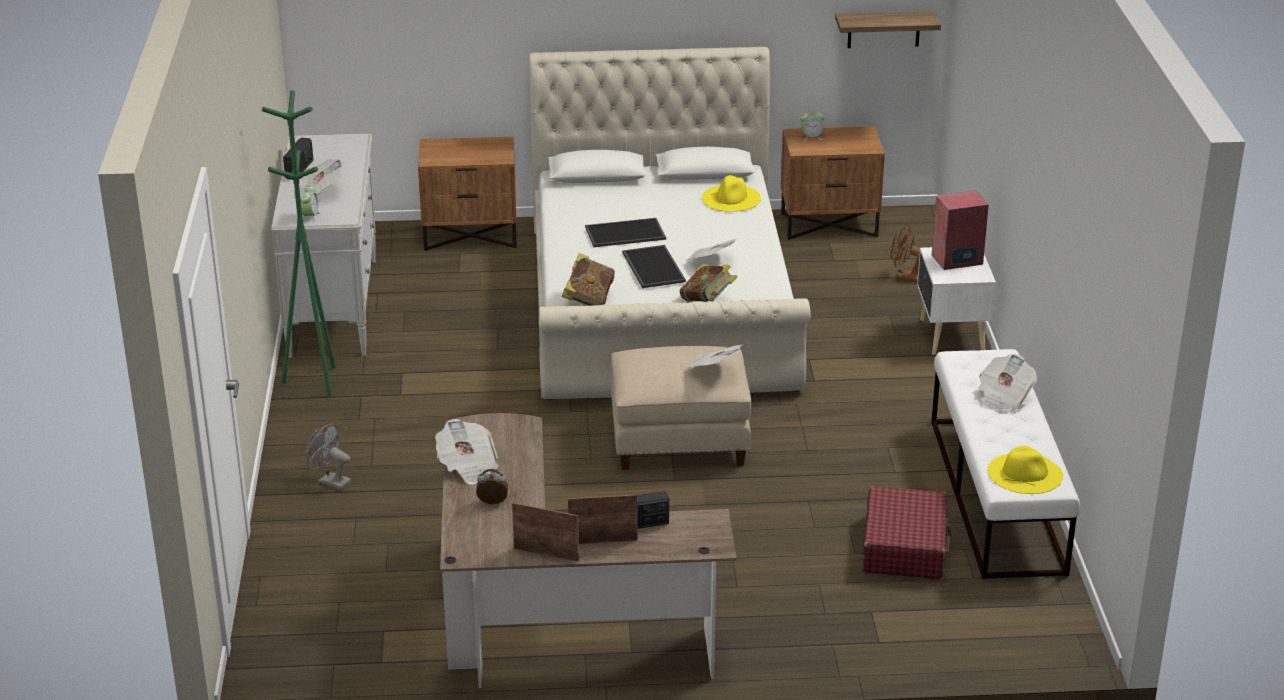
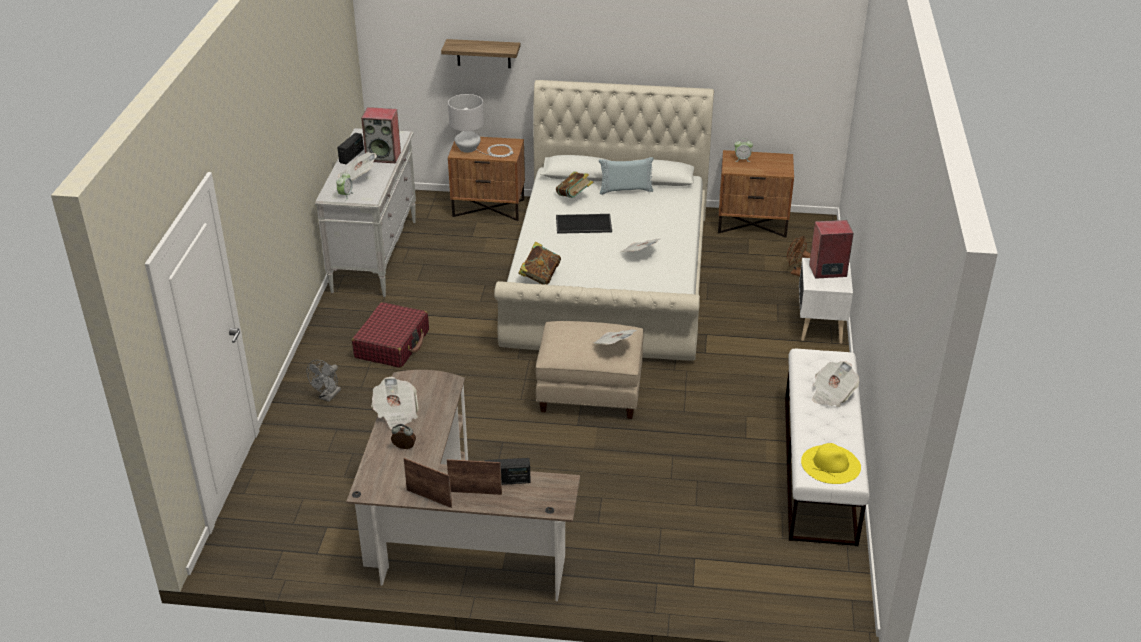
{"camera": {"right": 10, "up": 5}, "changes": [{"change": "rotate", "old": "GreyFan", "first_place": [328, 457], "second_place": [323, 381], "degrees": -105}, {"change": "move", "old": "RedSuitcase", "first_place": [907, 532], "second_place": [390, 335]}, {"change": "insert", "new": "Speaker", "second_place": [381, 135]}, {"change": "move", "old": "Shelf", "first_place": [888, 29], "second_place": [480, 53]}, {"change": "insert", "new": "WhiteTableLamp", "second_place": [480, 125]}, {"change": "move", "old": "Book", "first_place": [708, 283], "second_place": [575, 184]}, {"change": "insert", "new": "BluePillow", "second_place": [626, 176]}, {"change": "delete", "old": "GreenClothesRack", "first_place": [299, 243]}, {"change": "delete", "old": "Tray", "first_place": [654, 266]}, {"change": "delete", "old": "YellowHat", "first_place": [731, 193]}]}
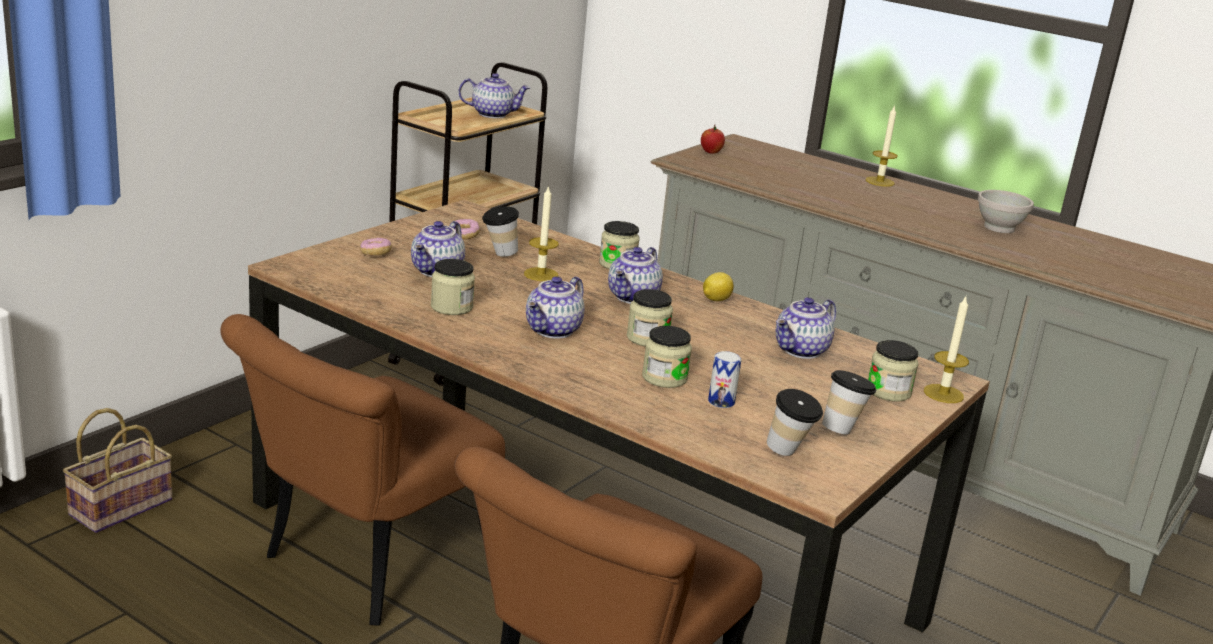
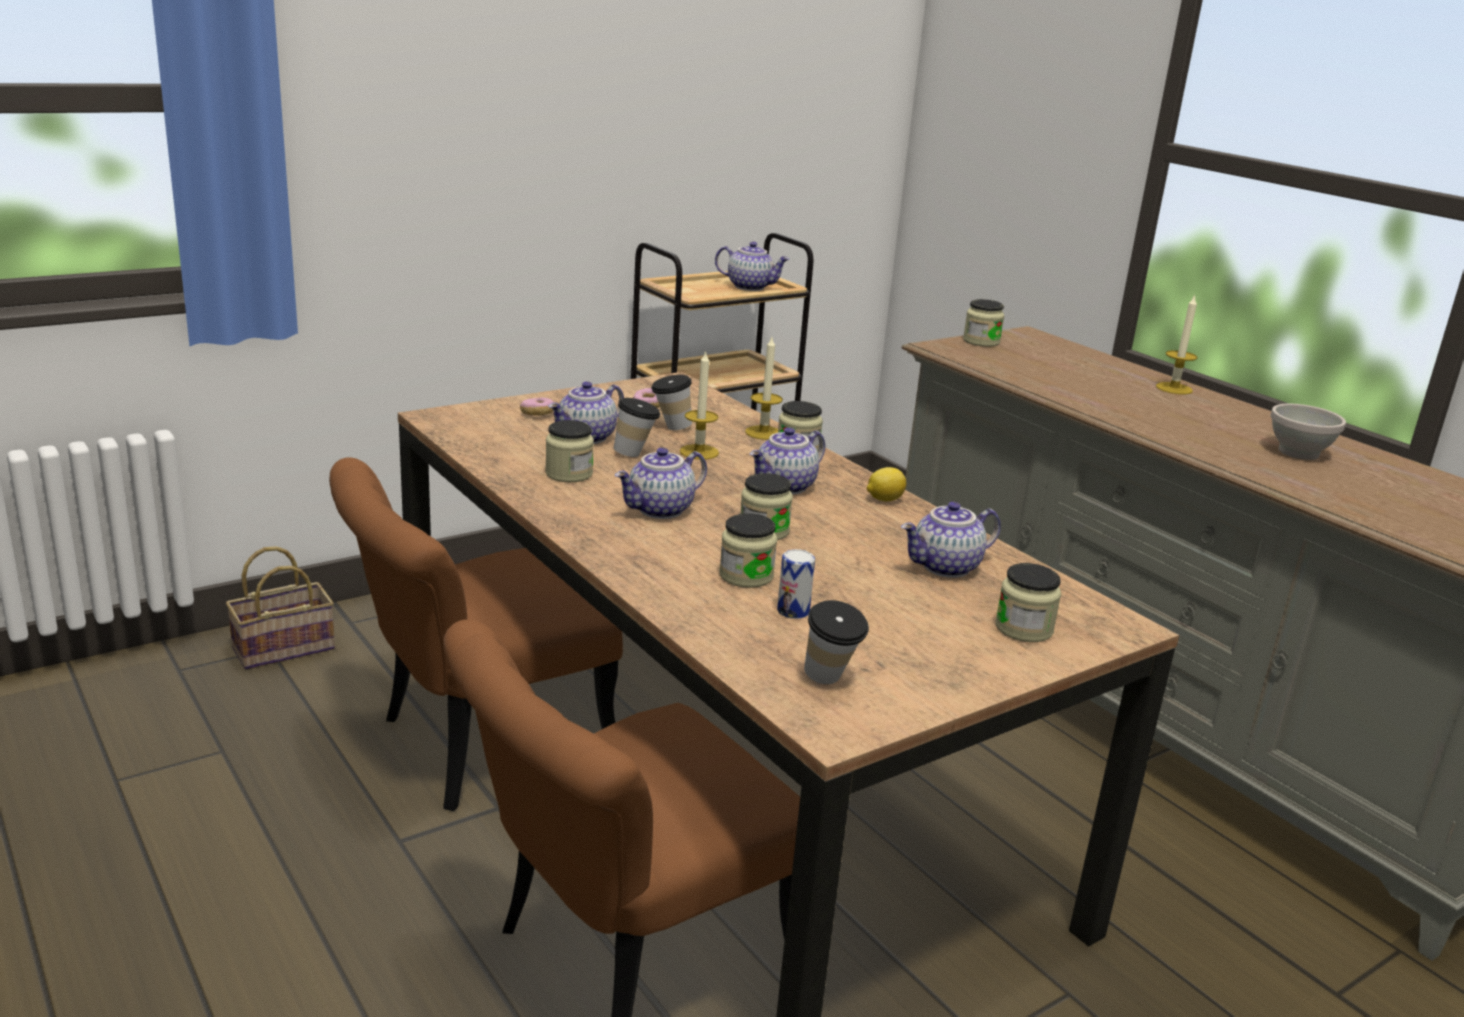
{"camera": {"right": 20, "up": 0}, "changes": [{"change": "move", "old": "Cup", "first_place": [849, 402], "second_place": [637, 427]}, {"change": "move", "old": "Candle", "first_place": [946, 350], "second_place": [764, 388]}, {"change": "replace", "old": "Apple", "new": "Jar", "first_place": [713, 139], "second_place": [983, 323]}]}
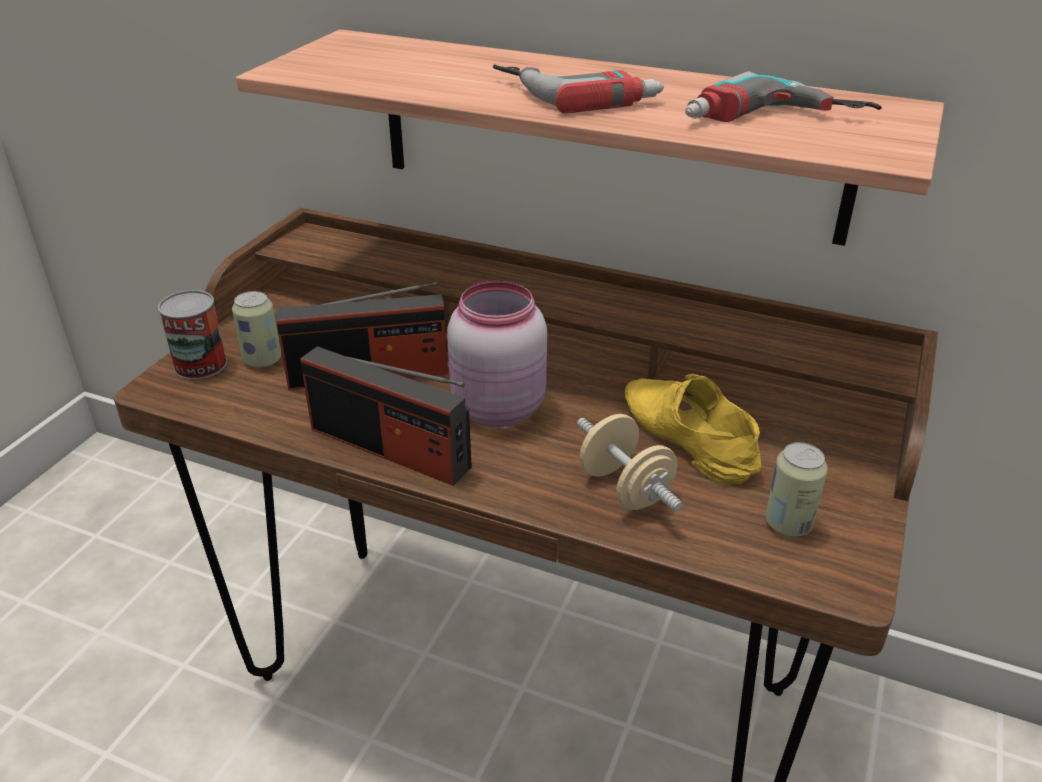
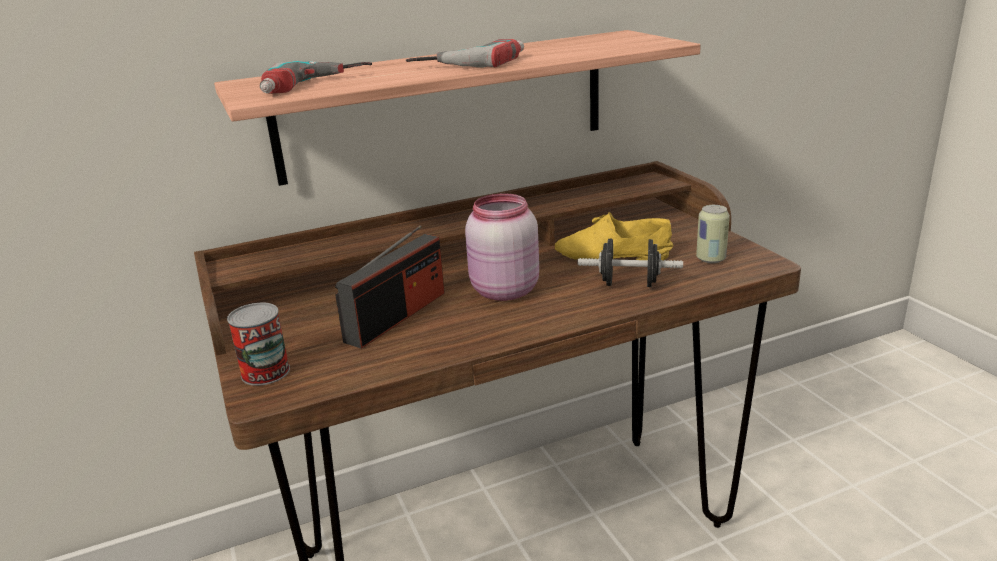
{"camera": {"right": -45, "up": -10}, "changes": [{"change": "move", "old": "PowerDrill", "first_place": [783, 96], "second_place": [316, 77]}, {"change": "recolor", "old": "BeigeDumbbell", "new": "BlackDumbbell", "first_place": [630, 462], "second_place": [630, 262]}, {"change": "delete", "old": "Can", "first_place": [256, 329]}, {"change": "delete", "old": "Radio", "first_place": [386, 416]}]}
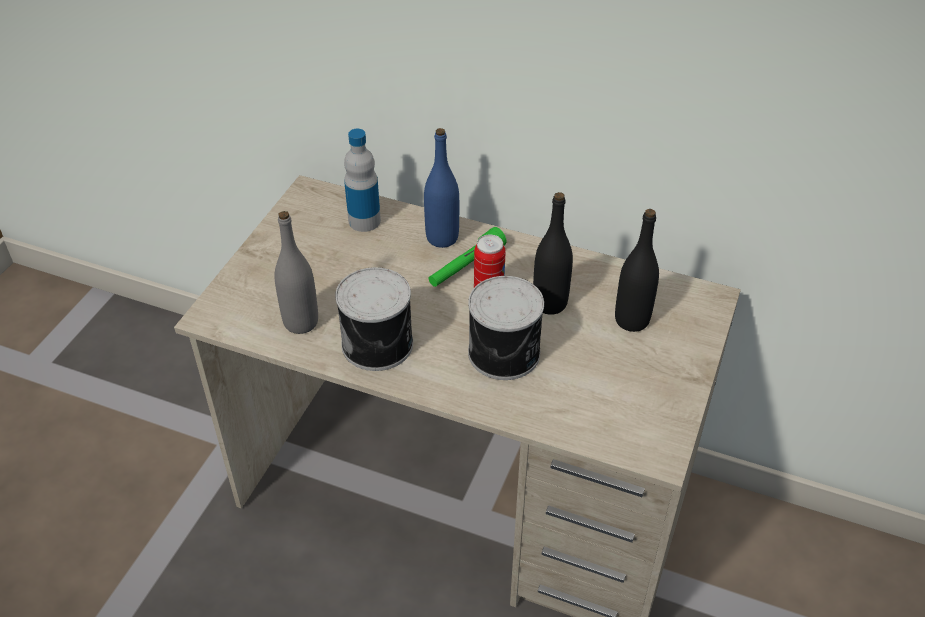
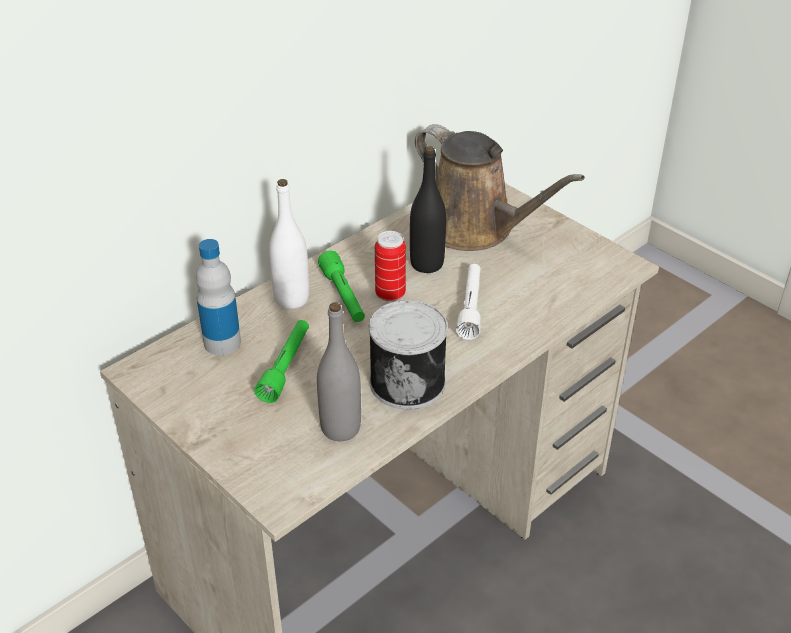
{"camera": {"right": -65, "up": -5}, "changes": [{"change": "insert", "new": "GreenFlashlight", "second_place": [281, 361]}, {"change": "recolor", "old": "BlueBottle", "new": "WhiteBottle", "first_place": [441, 188], "second_place": [289, 244]}, {"change": "replace", "old": "BlackBottle", "new": "BrownWateringCan", "first_place": [637, 270], "second_place": [500, 187]}, {"change": "replace", "old": "Can", "new": "WhiteFlashlight", "first_place": [506, 328], "second_place": [468, 302]}]}
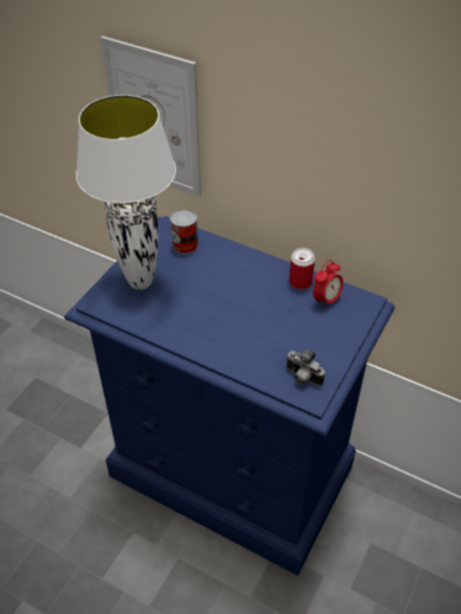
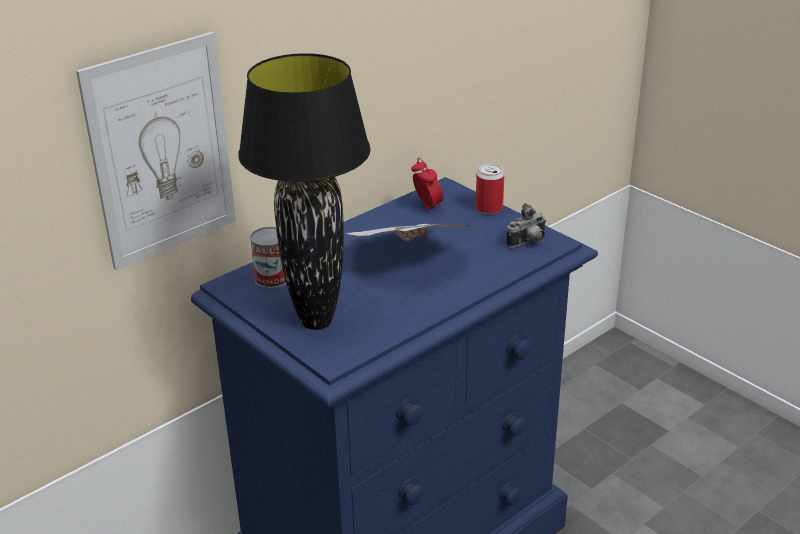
{"camera": {"right": -70, "up": -15}, "changes": [{"change": "recolor", "old": "WhiteTableLamp", "new": "BlackTableLamp", "first_place": [126, 192], "second_place": [304, 191]}, {"change": "insert", "new": "Newspaper", "second_place": [407, 232]}, {"change": "move", "old": "Can", "first_place": [302, 269], "second_place": [490, 189]}]}
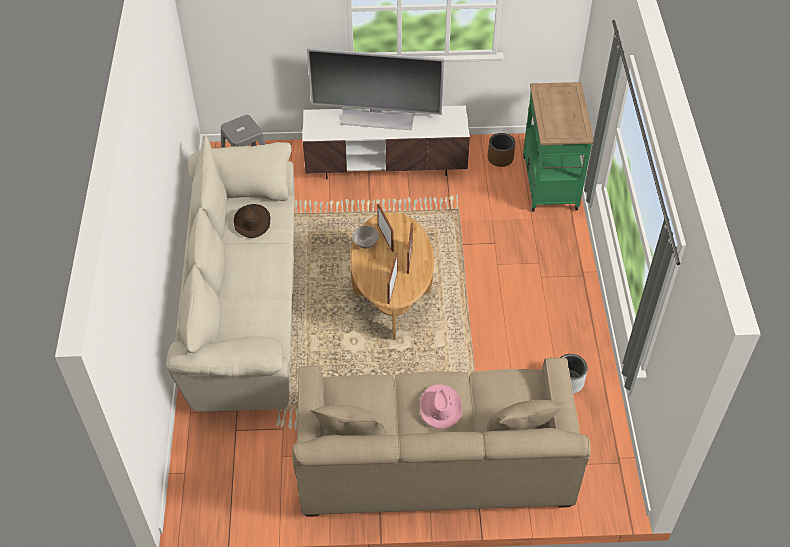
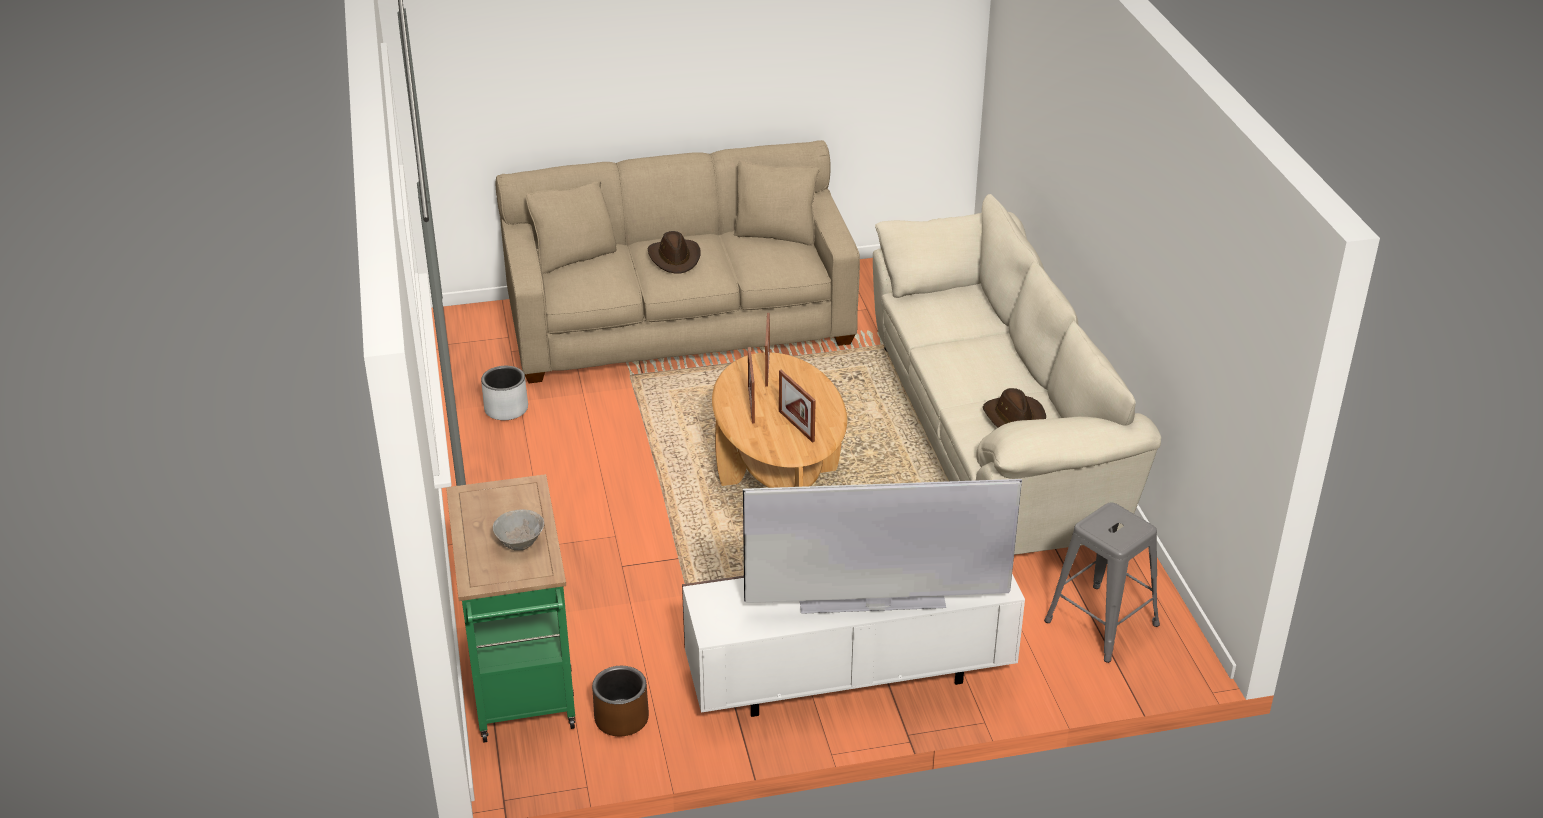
{"camera": {"right": 170, "up": -15}, "changes": [{"change": "move", "old": "GreyBowl", "first_place": [365, 237], "second_place": [518, 530]}, {"change": "recolor", "old": "PinkHat", "new": "BrownHat", "first_place": [441, 406], "second_place": [674, 252]}]}
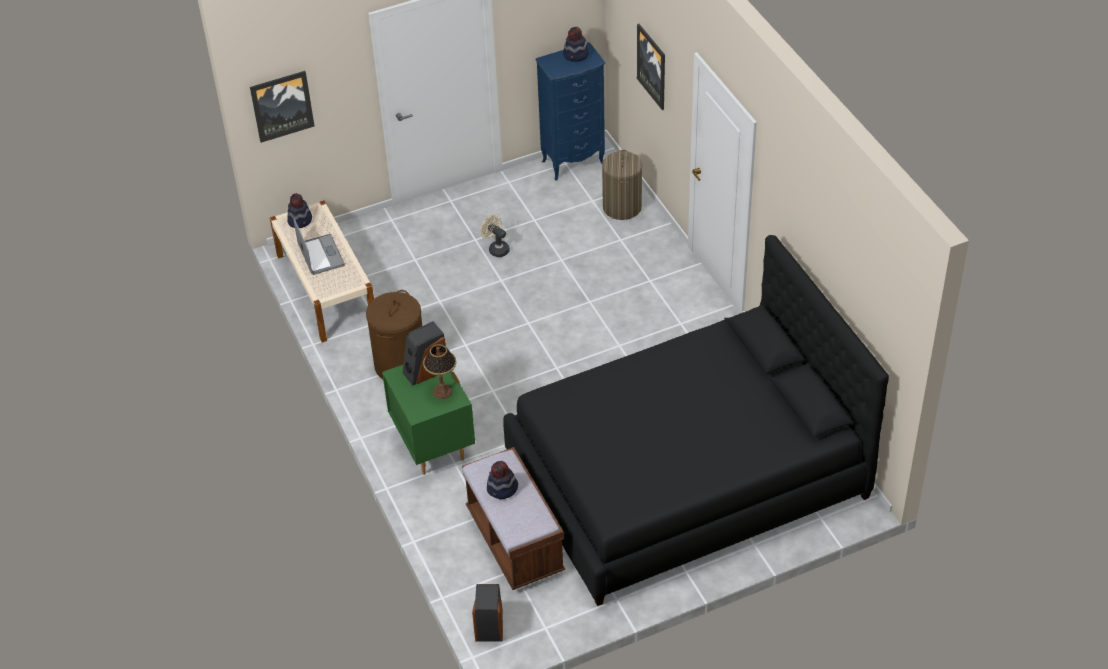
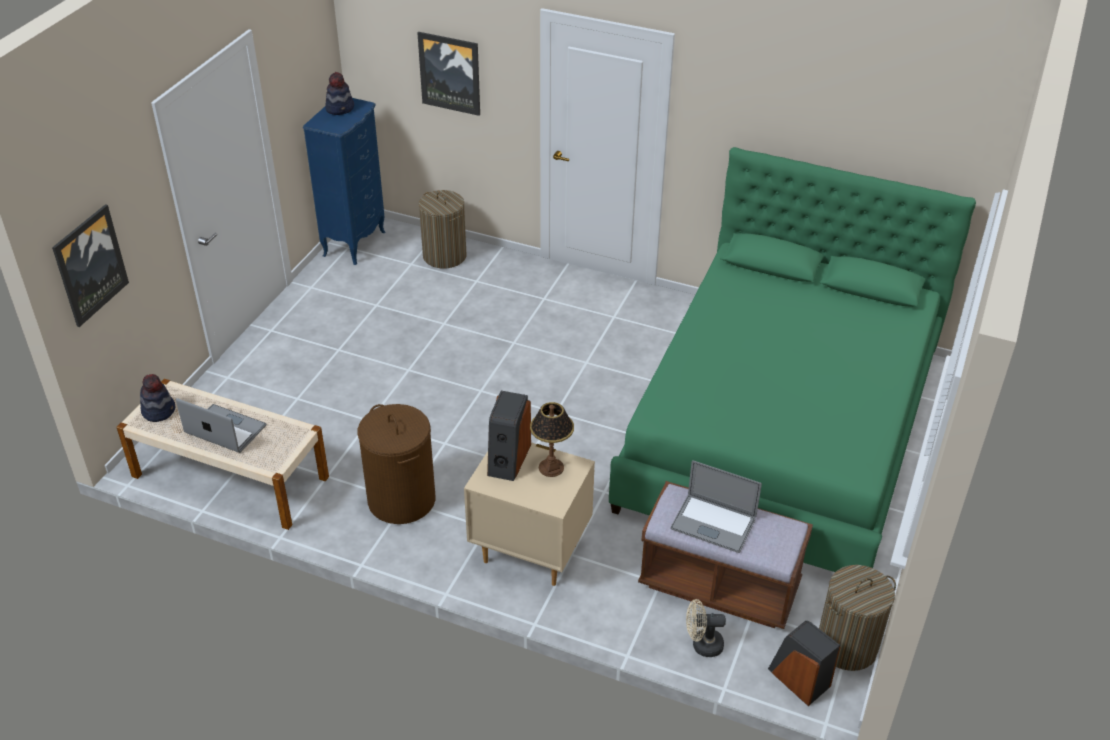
{"camera": {"right": -45, "up": -5}, "changes": [{"change": "recolor", "old": "GreenNightstand", "new": "BeigeNightstand", "first_place": [428, 420], "second_place": [529, 514]}, {"change": "recolor", "old": "BlackBed", "new": "GreenBed", "first_place": [696, 420], "second_place": [792, 359]}, {"change": "replace", "old": "Hat", "new": "Laptop", "first_place": [502, 480], "second_place": [716, 506]}, {"change": "move", "old": "BeigeFan", "first_place": [495, 236], "second_place": [706, 628]}, {"change": "insert", "new": "LaundryBasket", "second_place": [857, 618]}]}
